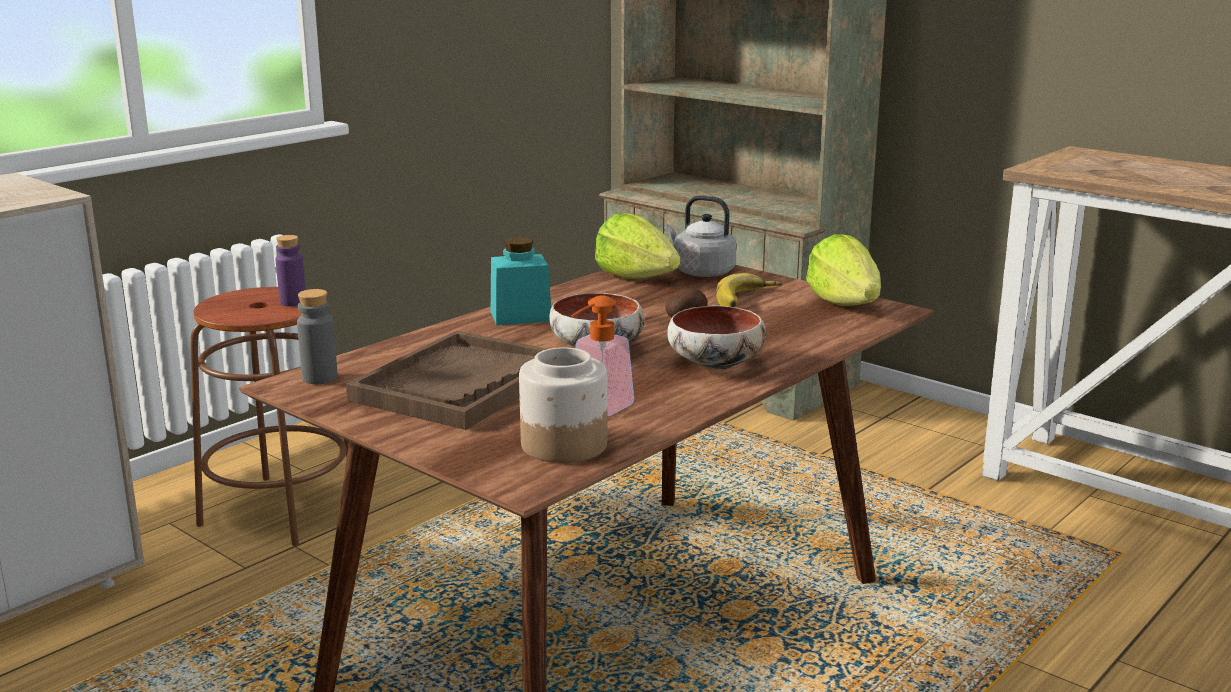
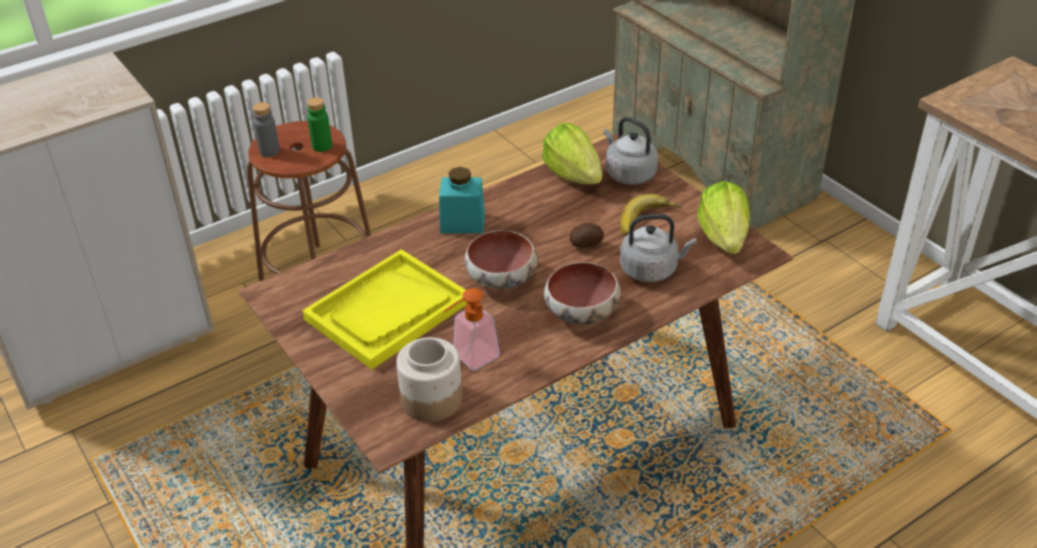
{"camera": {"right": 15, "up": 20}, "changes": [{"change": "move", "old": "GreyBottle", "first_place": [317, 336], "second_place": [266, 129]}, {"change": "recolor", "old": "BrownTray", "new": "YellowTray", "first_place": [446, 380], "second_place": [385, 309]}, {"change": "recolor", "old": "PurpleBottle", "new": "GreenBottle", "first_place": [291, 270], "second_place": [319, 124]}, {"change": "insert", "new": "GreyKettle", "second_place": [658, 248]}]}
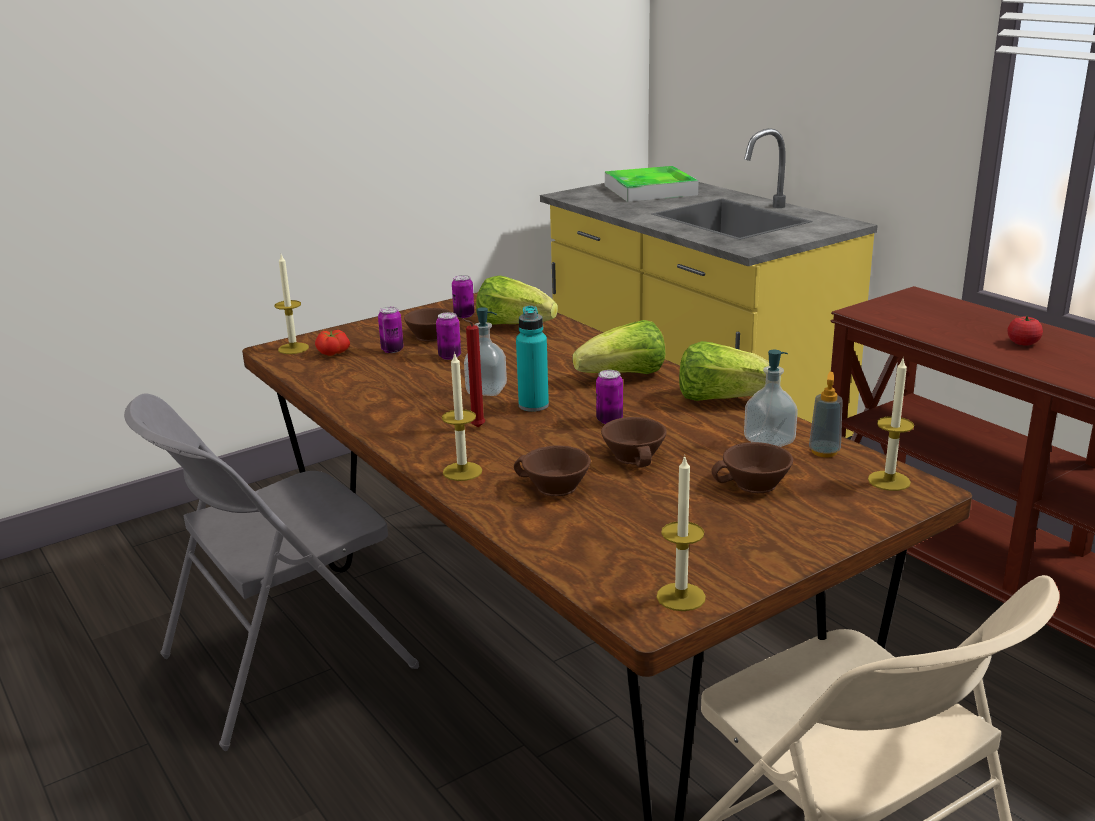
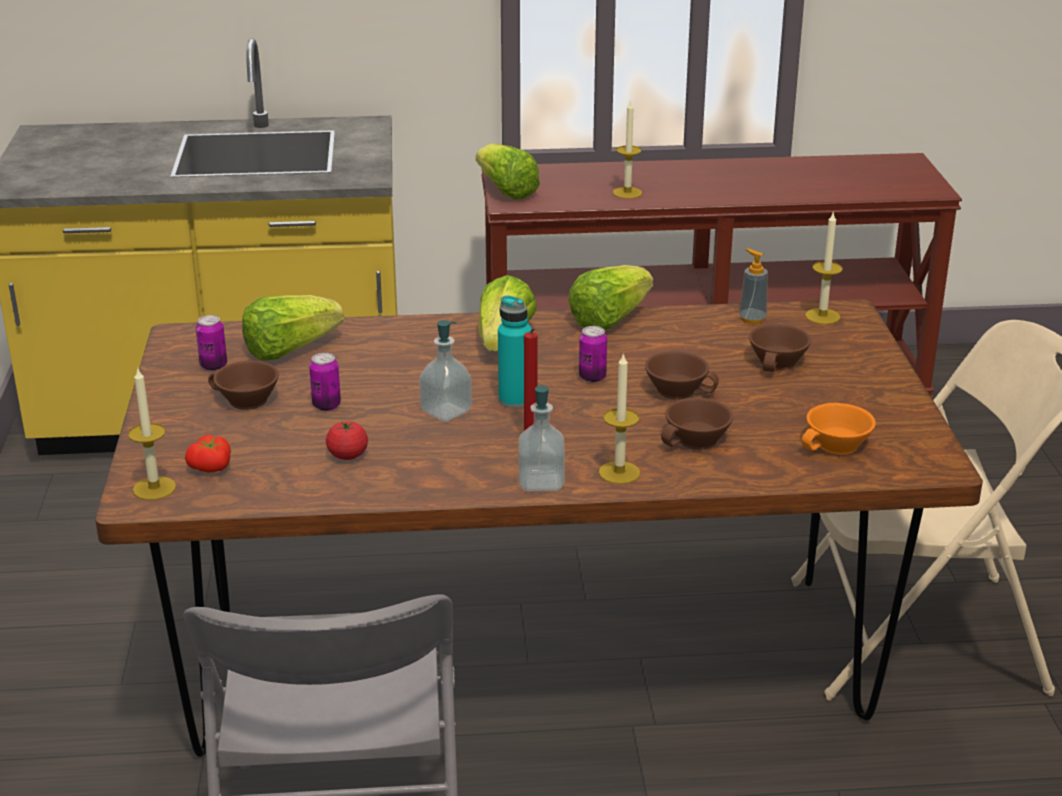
{"camera": {"right": -60, "up": 5}, "changes": [{"change": "move", "old": "Tomato", "first_place": [1025, 330], "second_place": [347, 440]}, {"change": "insert", "new": "Lettuce", "second_place": [508, 172]}, {"change": "move", "old": "SoapDispenser", "first_place": [771, 398], "second_place": [541, 438]}, {"change": "move", "old": "Candle", "first_place": [681, 534], "second_place": [627, 149]}, {"change": "insert", "new": "OrangeCup", "second_place": [839, 429]}, {"change": "delete", "old": "Can", "first_place": [391, 330]}, {"change": "delete", "old": "Tray", "first_place": [652, 184]}]}
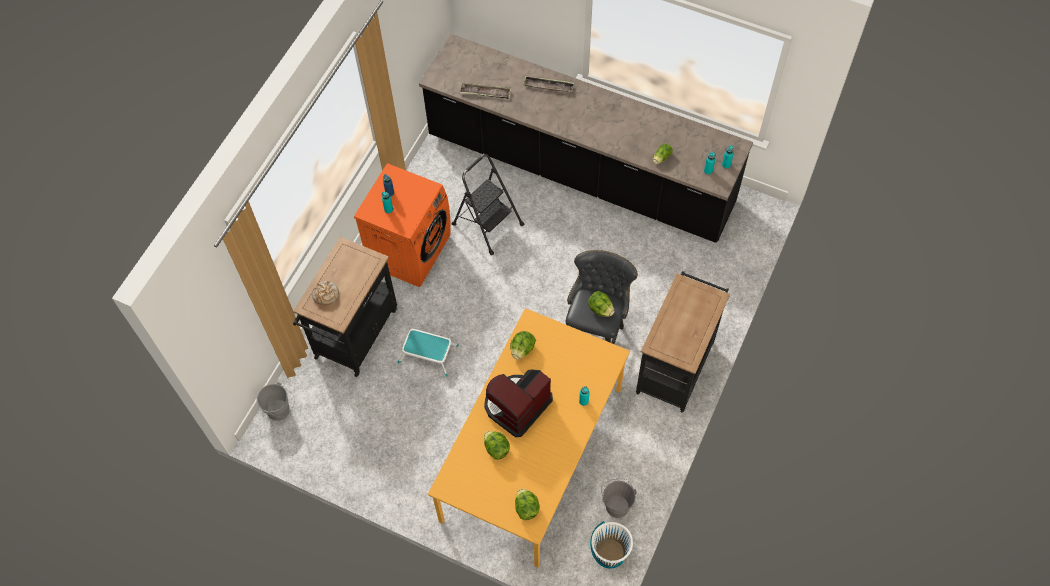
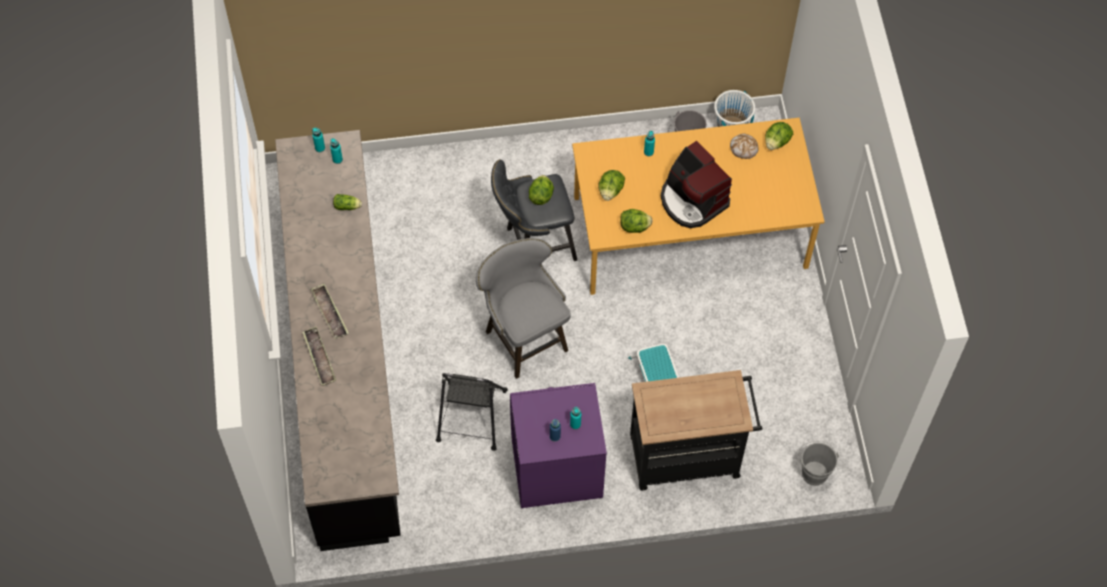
{"camera": {"right": -125, "up": 0}, "changes": [{"change": "move", "old": "Tray", "first_place": [485, 91], "second_place": [329, 311]}, {"change": "insert", "new": "GreyStool", "second_place": [523, 308]}, {"change": "recolor", "old": "OrangeWashingMachine", "new": "PurpleWashingMachine", "first_place": [402, 225], "second_place": [558, 445]}, {"change": "move", "old": "Lettuce", "first_place": [497, 445], "second_place": [611, 185]}, {"change": "rotate", "old": "CoffeeMachine", "first_place": [518, 403], "second_place": [696, 184], "degrees": 45}, {"change": "move", "old": "Bread", "first_place": [325, 293], "second_place": [744, 146]}, {"change": "delete", "old": "BlackCart", "first_place": [683, 342]}]}
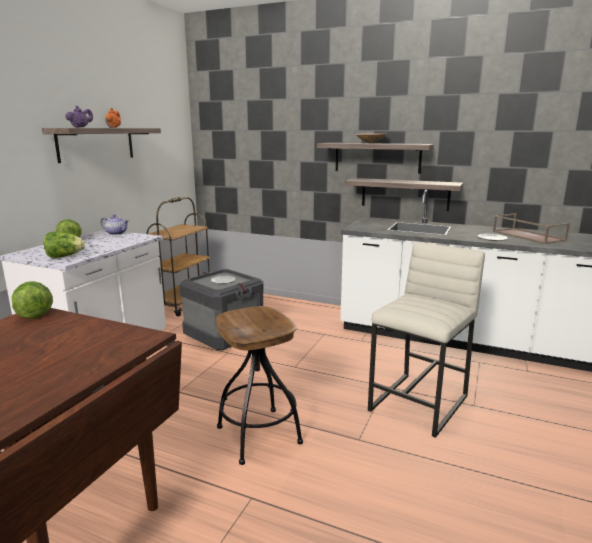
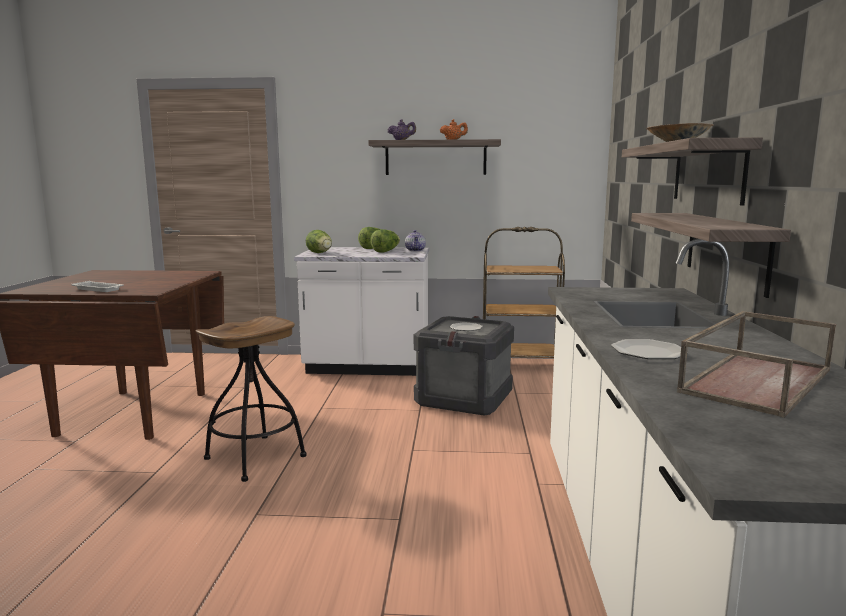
{"camera": {"right": 70, "up": -5}, "changes": [{"change": "insert", "new": "WhiteTray", "second_place": [97, 286]}, {"change": "move", "old": "Lettuce", "first_place": [32, 300], "second_place": [385, 241]}, {"change": "delete", "old": "BeigeStool", "first_place": [426, 340]}]}
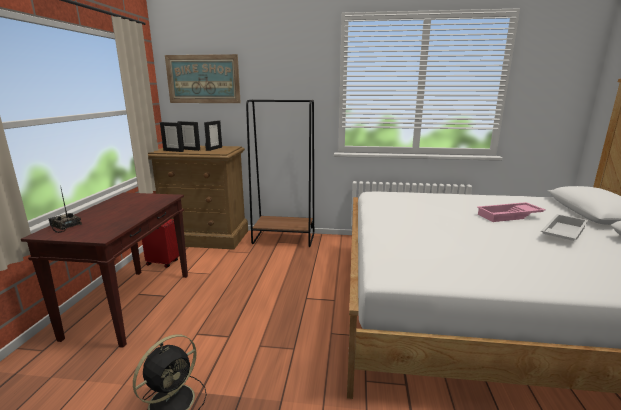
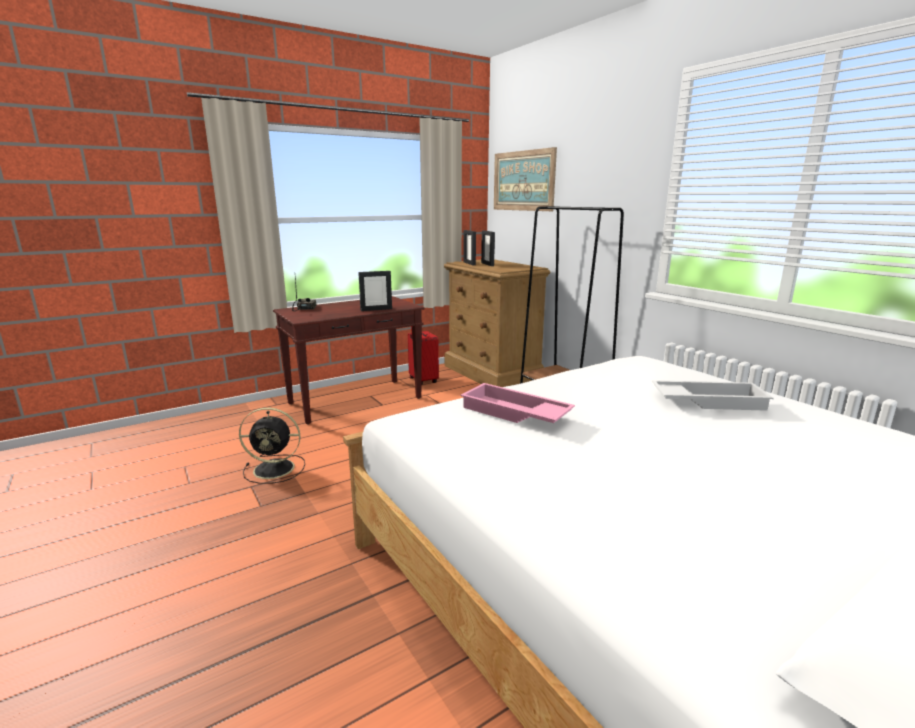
{"camera": {"right": 50, "up": 0}, "changes": [{"change": "move", "old": "PictureFrame", "first_place": [213, 135], "second_place": [375, 291]}, {"change": "move", "old": "PinkTray", "first_place": [511, 212], "second_place": [517, 403]}, {"change": "move", "old": "WhiteTray", "first_place": [564, 227], "second_place": [713, 395]}]}
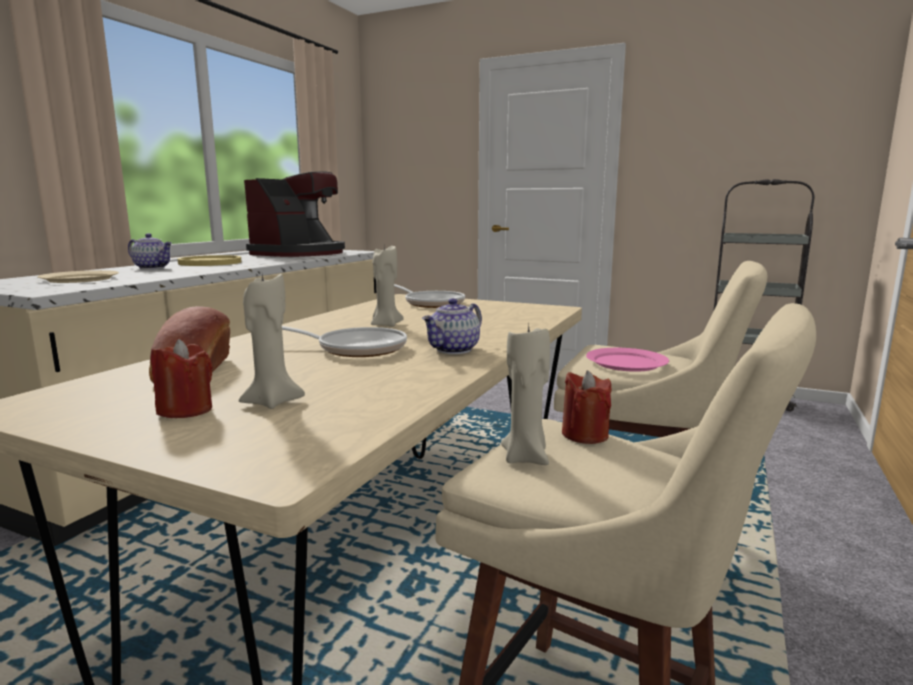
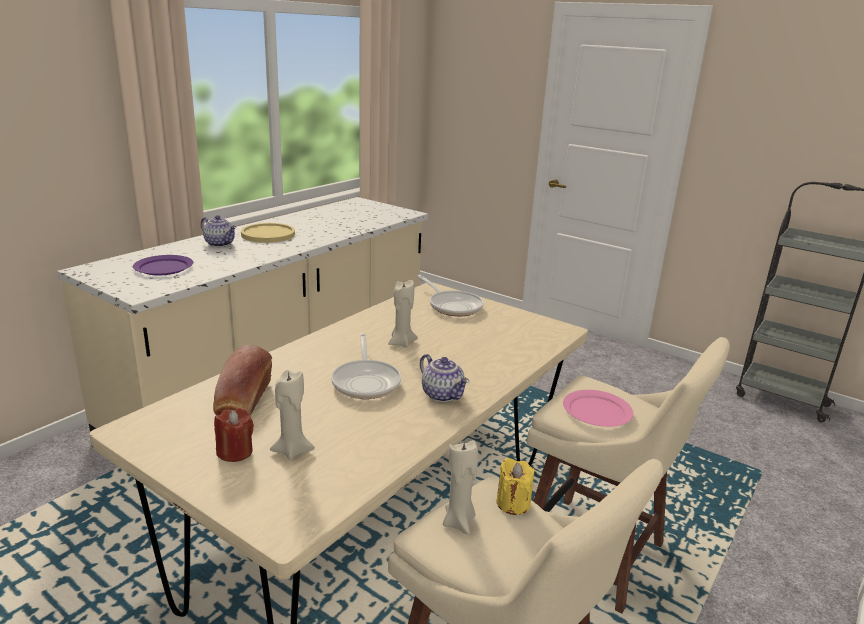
{"camera": {"right": 10, "up": 10}, "changes": [{"change": "recolor", "old": "BeigePlate", "new": "PurplePlate", "first_place": [78, 276], "second_place": [163, 265]}, {"change": "rotate", "old": "FryingPan", "first_place": [344, 341], "second_place": [366, 366], "degrees": 60}, {"change": "rotate", "old": "Teapot", "first_place": [452, 326], "second_place": [444, 378], "degrees": -90}, {"change": "recolor", "old": "RedCandle", "new": "YellowCandle", "first_place": [587, 407], "second_place": [515, 486]}, {"change": "delete", "old": "CoffeeMachine", "first_place": [294, 214]}]}
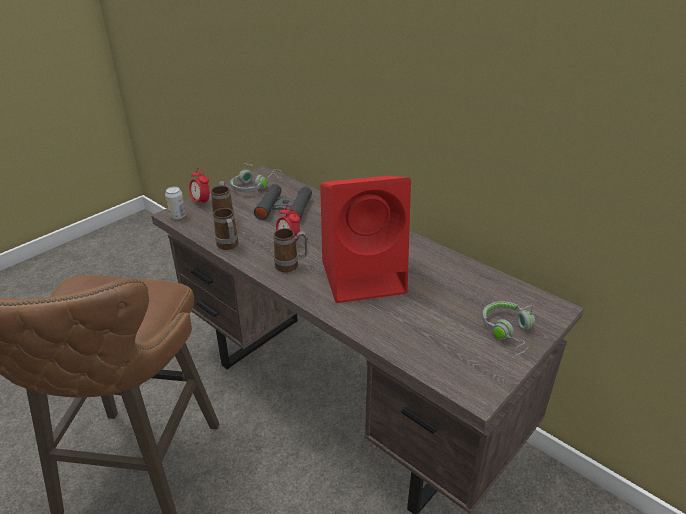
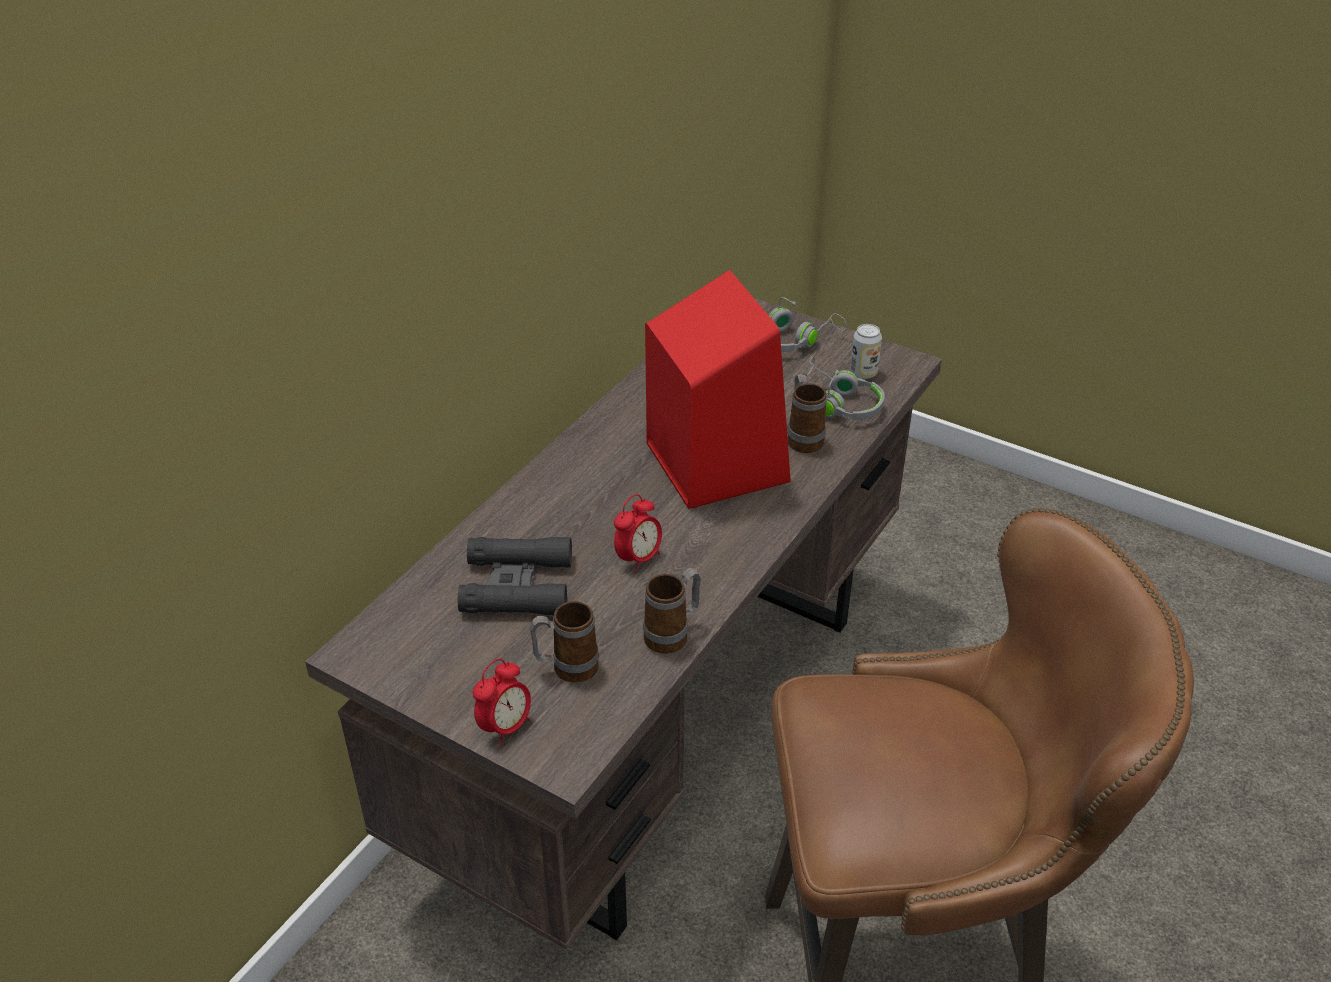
{"camera": {"right": -100, "up": 5}, "changes": [{"change": "move", "old": "Mug", "first_place": [290, 250], "second_place": [807, 413]}, {"change": "move", "old": "GreyHeadphones", "first_place": [256, 177], "second_place": [844, 388]}, {"change": "move", "old": "Can", "first_place": [175, 203], "second_place": [866, 351]}]}
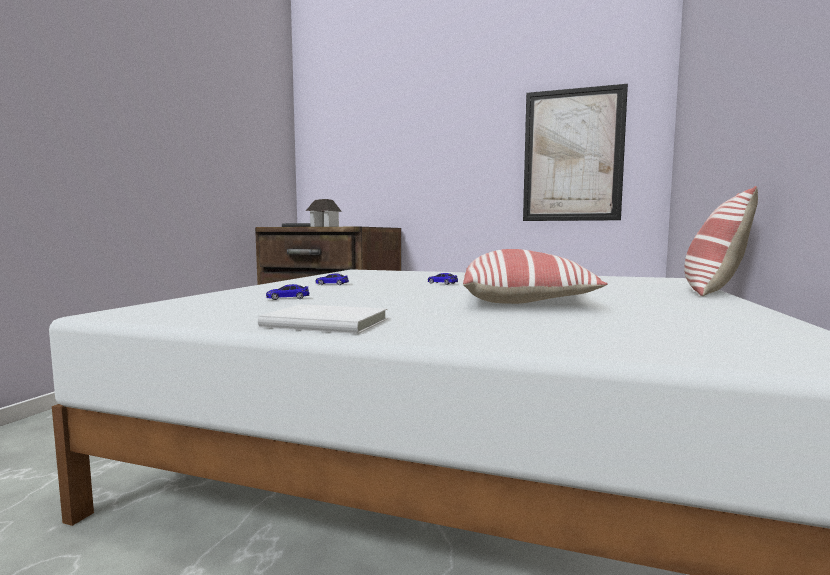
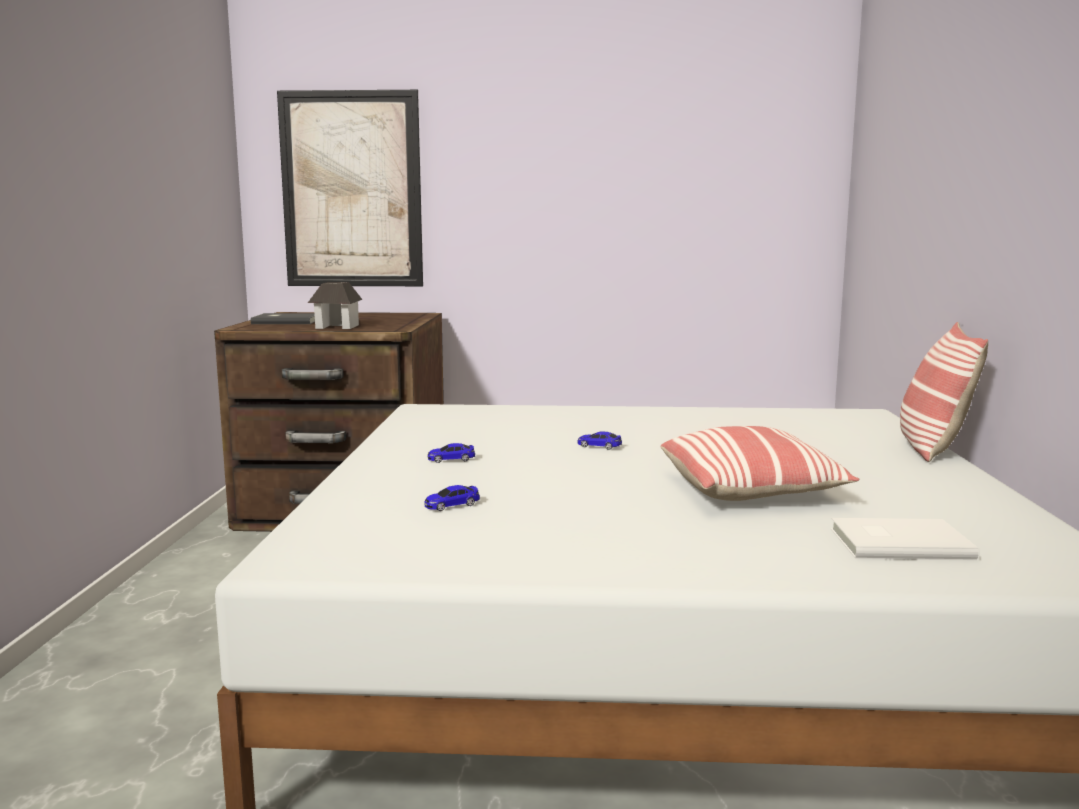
{"camera": {"right": -15, "up": 5}, "changes": [{"change": "move", "old": "Picture", "first_place": [575, 152], "second_place": [350, 188]}, {"change": "move", "old": "WhiteBook", "first_place": [323, 319], "second_place": [904, 539]}]}
